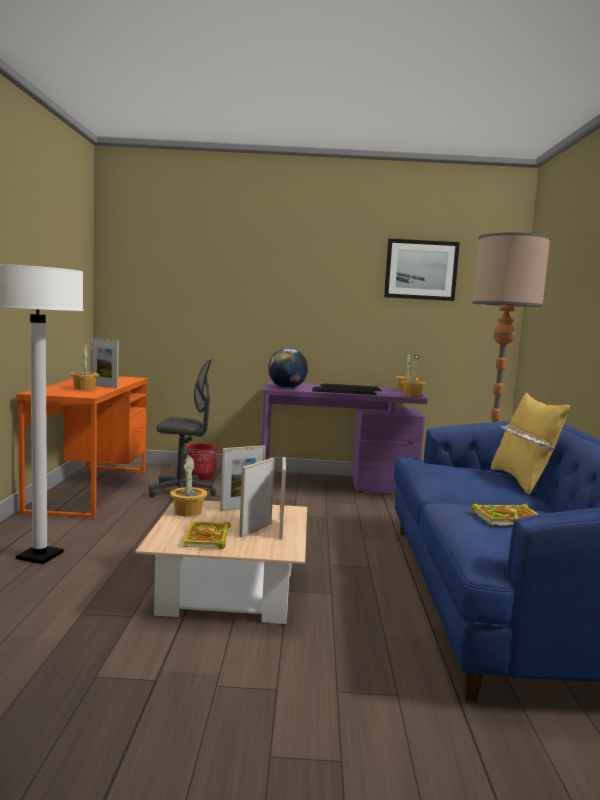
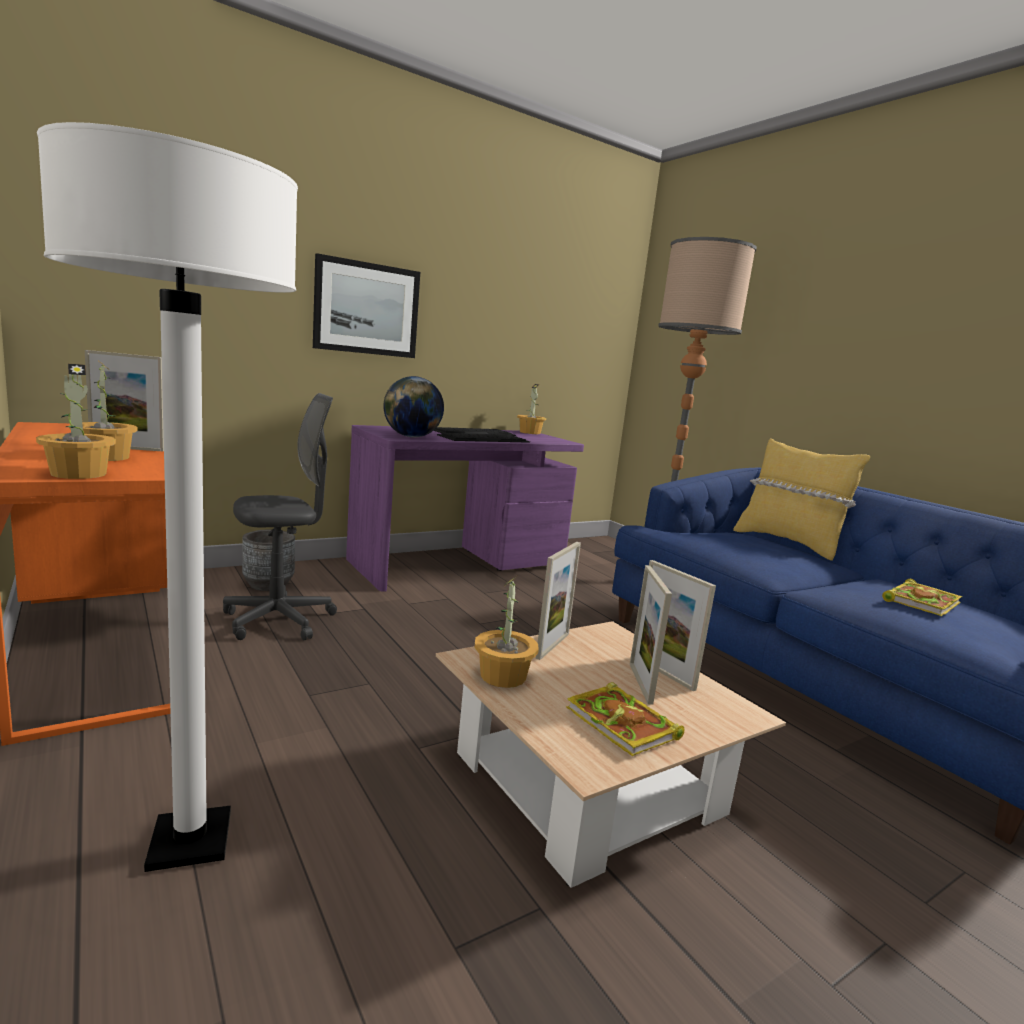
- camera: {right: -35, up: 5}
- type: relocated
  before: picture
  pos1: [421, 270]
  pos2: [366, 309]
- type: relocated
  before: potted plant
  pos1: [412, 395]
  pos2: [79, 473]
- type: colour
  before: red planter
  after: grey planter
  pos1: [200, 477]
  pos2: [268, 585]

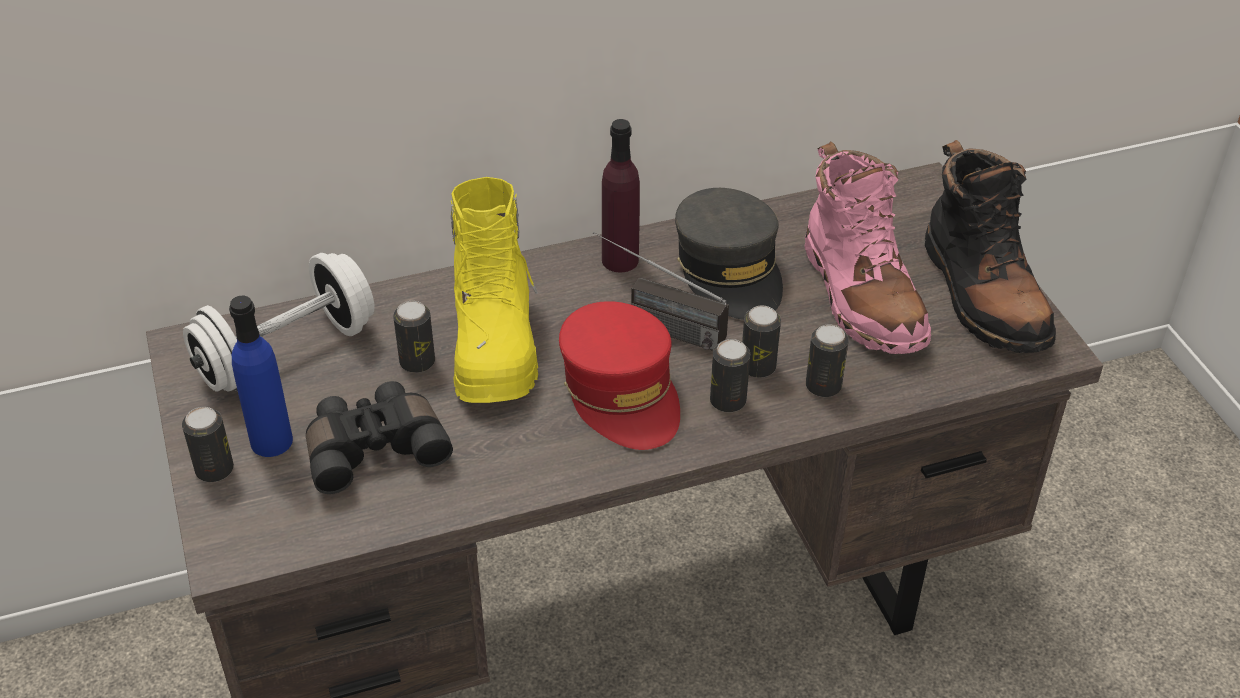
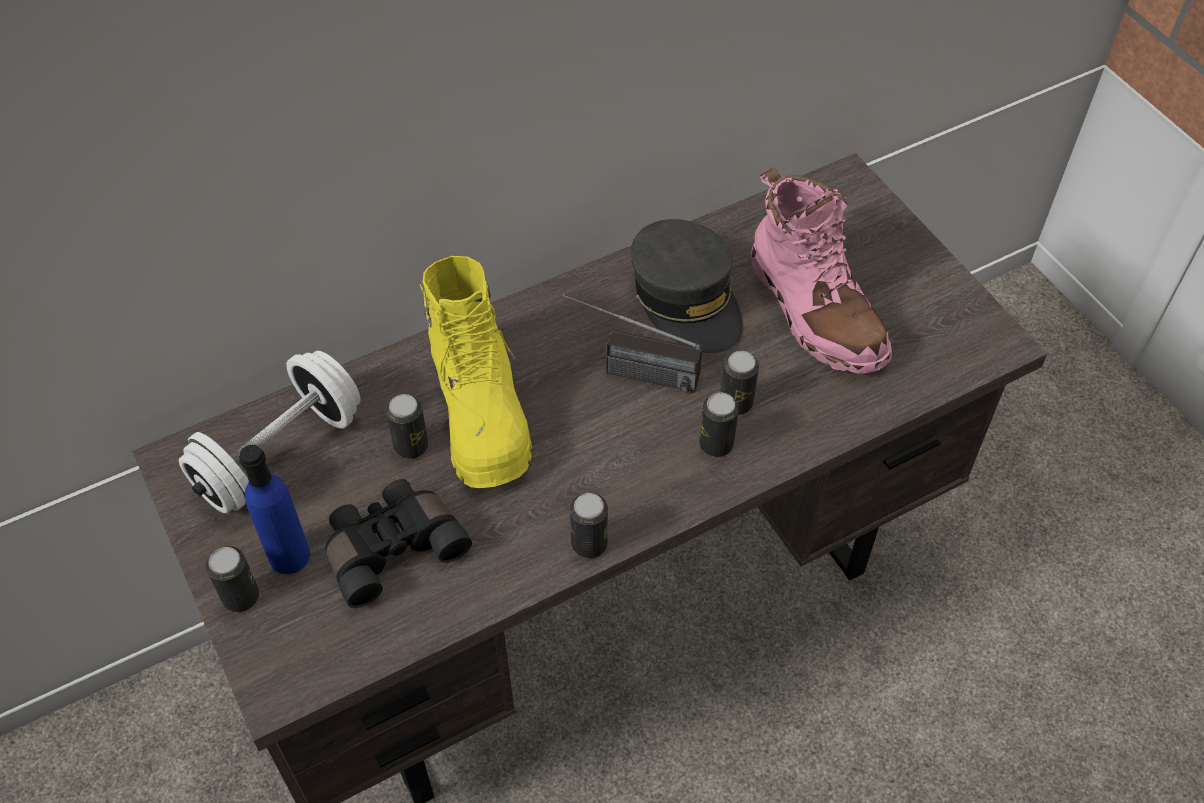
- camera: {right: -10, up: 10}
- type: missing
  before: red cap
  pos1: [622, 391]
- type: missing
  before: purple bottle
  pos1: [620, 260]
- type: missing
  before: black boot
  pos1: [982, 294]
- type: relocated
  before: can
  pos1: [823, 386]
  pos2: [589, 543]

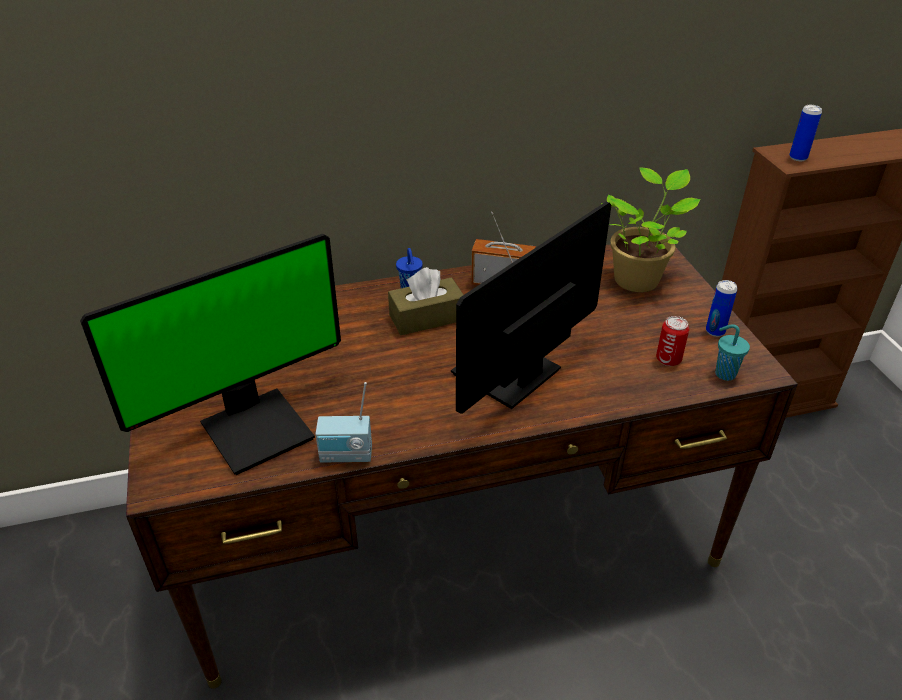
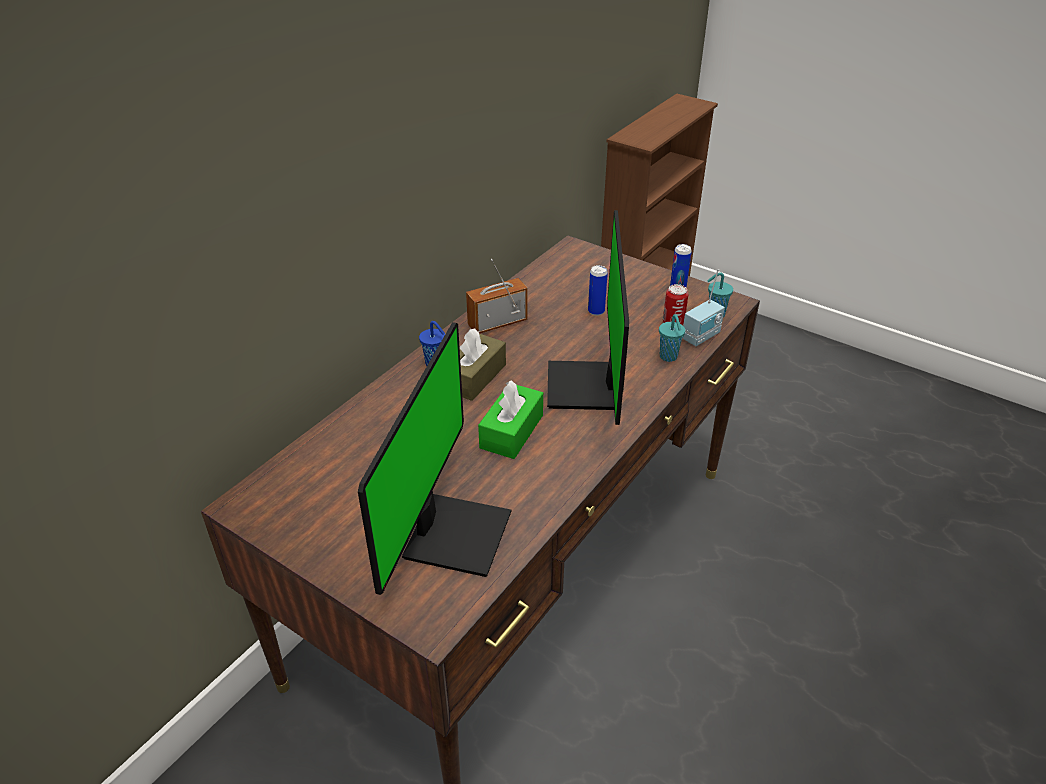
- camera: {right: -40, up: 0}
- type: missing
  before: potted plant
  pos1: [638, 278]
- type: appeared
  after: green tissue box
  pos2: [511, 431]
- type: appeared
  after: turquoise cup
  pos2: [669, 357]
- type: relocated
  before: radio
  pos1: [346, 456]
  pos2: [702, 337]
- type: relocated
  before: can
  pos1: [798, 158]
  pos2: [596, 311]

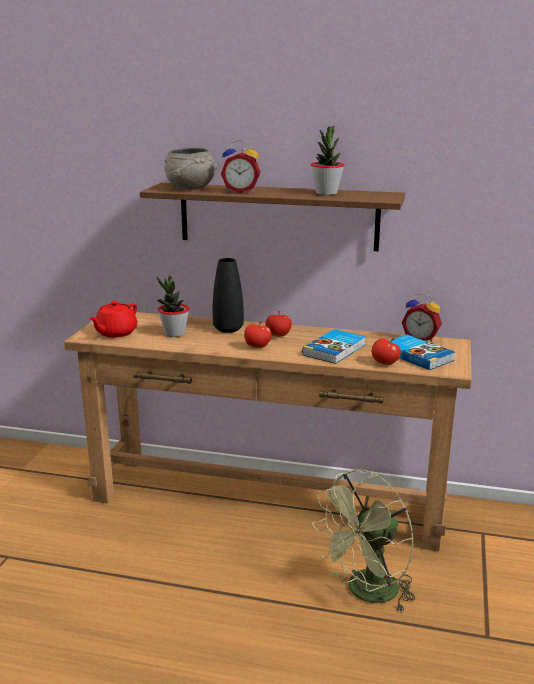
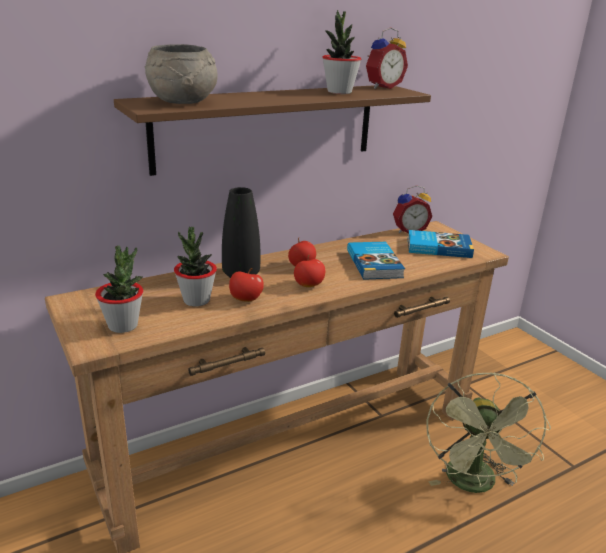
- camera: {right: -45, up: 5}
- type: relocated
  before: alarm clock
  pos1: [241, 191]
  pos2: [382, 87]
- type: relocated
  before: apple
  pos1: [385, 363]
  pos2: [245, 299]
- type: exchanged
  before: red teapot
  after: potted plant
  pos1: [115, 333]
  pos2: [123, 325]

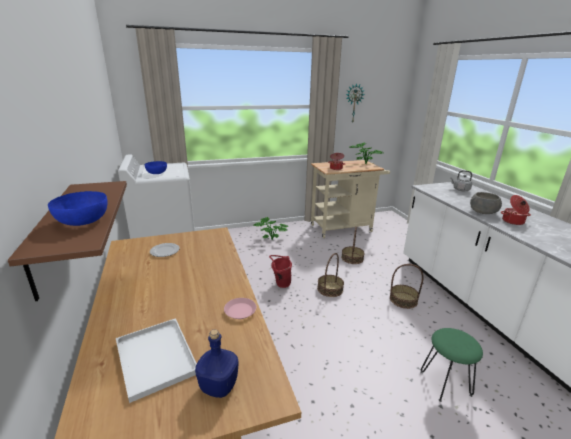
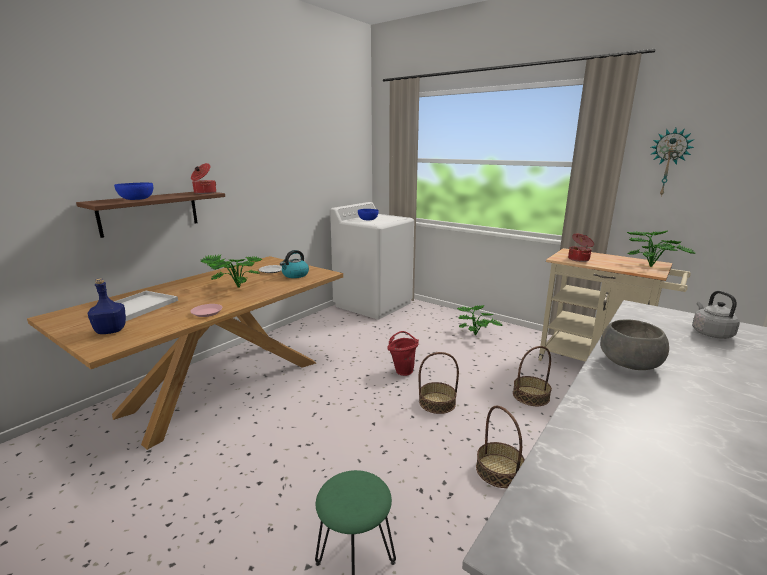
- camera: {right: 55, up: -5}
- type: appeared
  after: potted plant
  pos2: [234, 288]
- type: appeared
  after: kettle
  pos2: [295, 275]
- type: relocated
  before: cooking pot
  pos1: [513, 221]
  pos2: [204, 193]

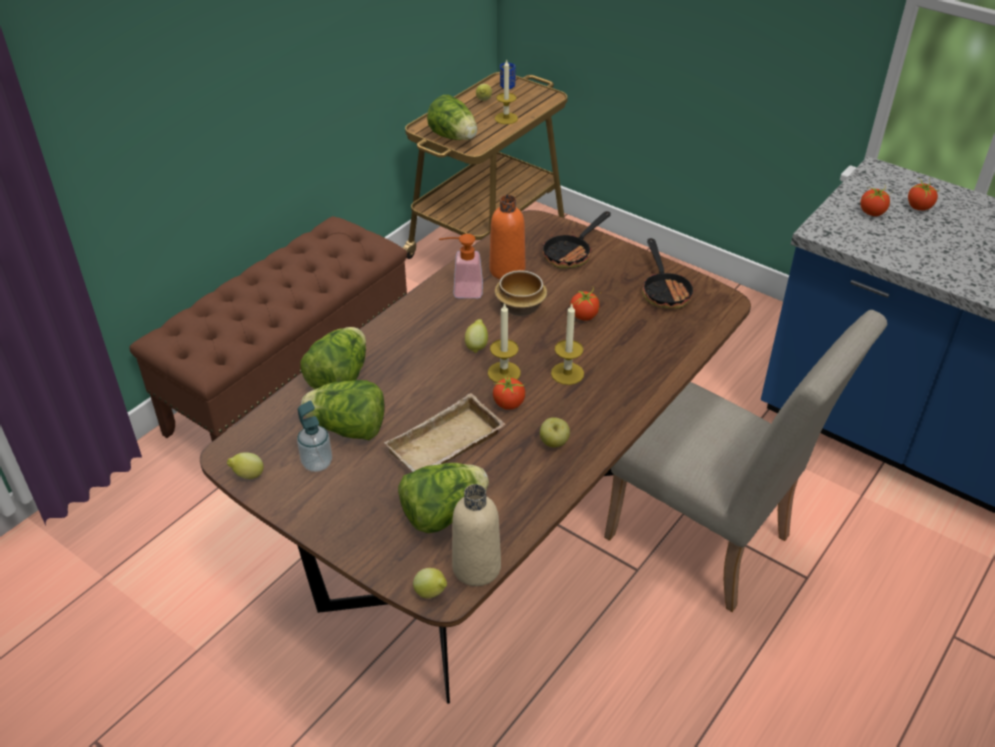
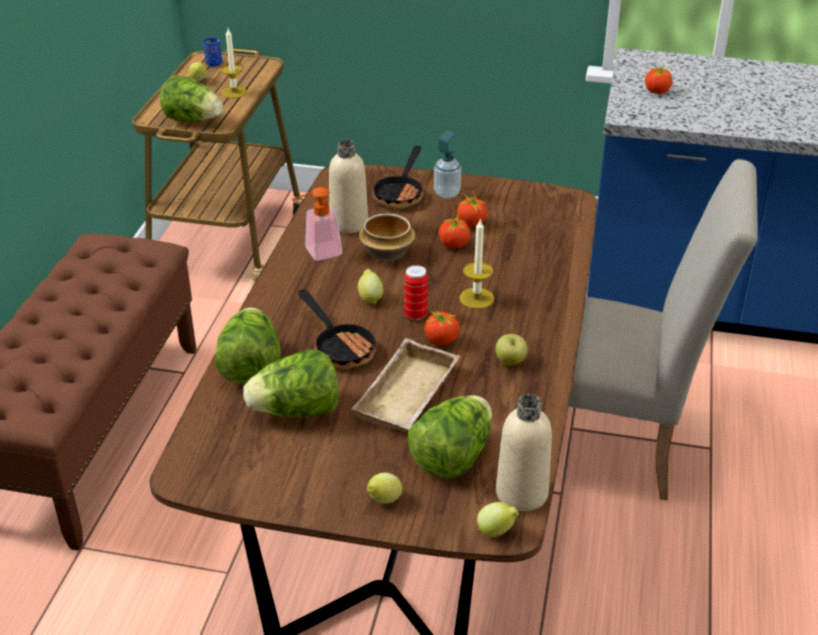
- camera: {right: -25, up: -5}
- type: relocated
  before: lemon
  pos1: [248, 476]
  pos2: [383, 501]
- type: relocated
  before: soap dispenser
  pos1: [317, 463]
  pos2: [447, 193]
- type: relocated
  before: frying pan
  pos1: [665, 291]
  pos2: [340, 347]
- type: relocated
  before: tomato
  pos1: [919, 207]
  pos2: [471, 223]
- type: exchanged
  before: candle
  after: can
  pos1: [504, 373]
  pos2: [415, 314]
- type: colour
  before: orange bottle
  after: beige bottle
  pos1: [507, 270]
  pos2: [349, 223]

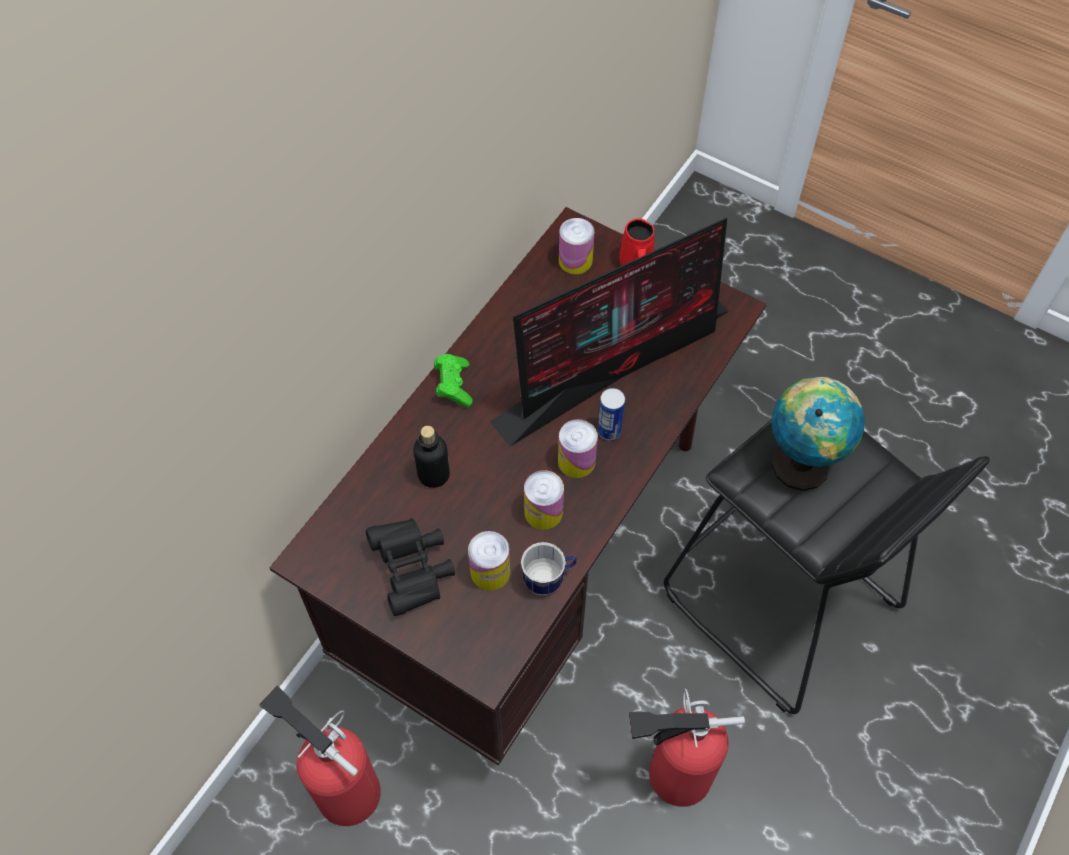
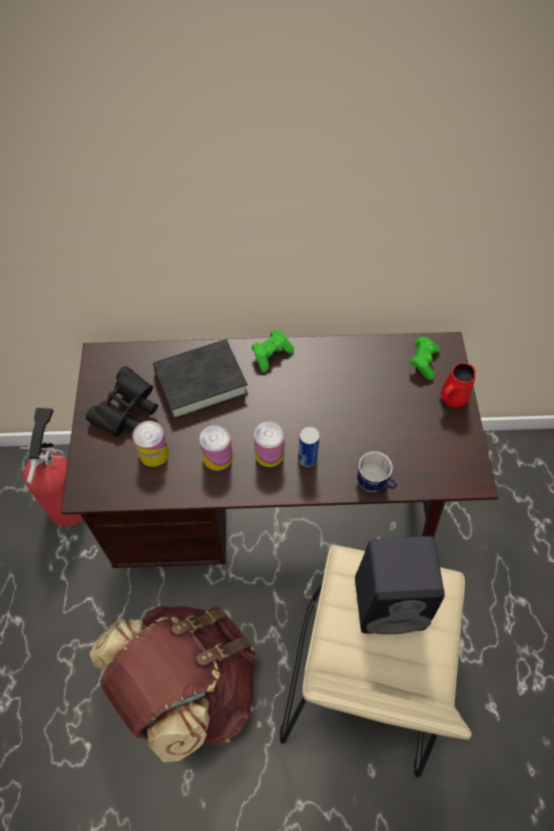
- camera: {right: 55, up: 0}
- type: missing
  before: monitor
  pos1: [616, 363]
- type: relocated
  before: mug
  pos1: [549, 579]
  pos2: [375, 484]
- type: exchanged
  before: bottle
  after: black book
  pos1: [433, 474]
  pos2: [201, 383]
- type: exchanged
  before: can
  after: green game controller
  pos1: [575, 261]
  pos2: [423, 362]
- type: exchanged
  before: fire extinguisher
  after: brown backpack
  pos1: [672, 774]
  pos2: [189, 684]
- type: exchanged
  before: globe
  after: black speaker
  pos1: [801, 461]
  pos2: [391, 602]
- type: colour
  before: black stool
  after: beige stool
  pos1: [780, 602]
  pos2: [358, 684]

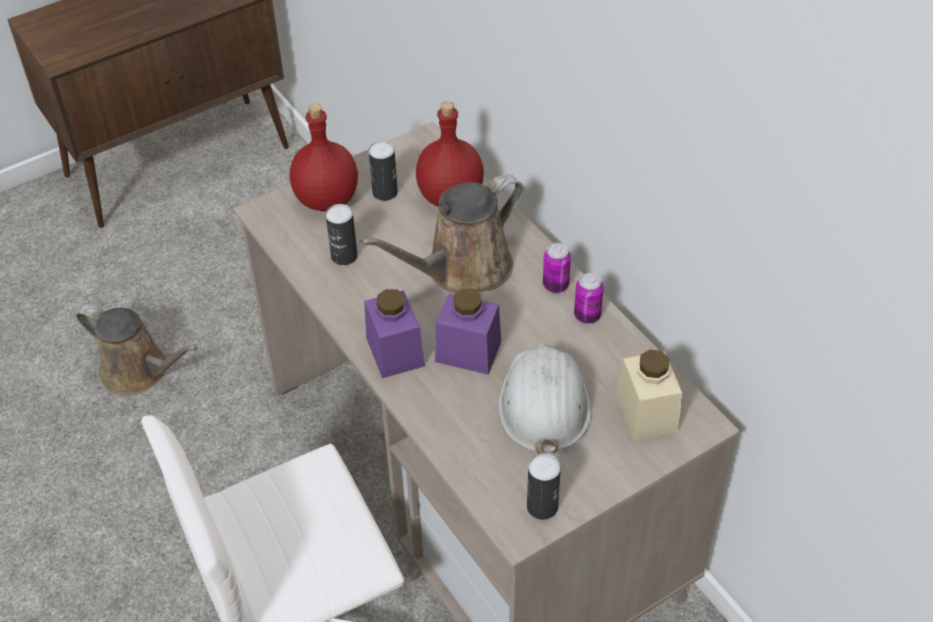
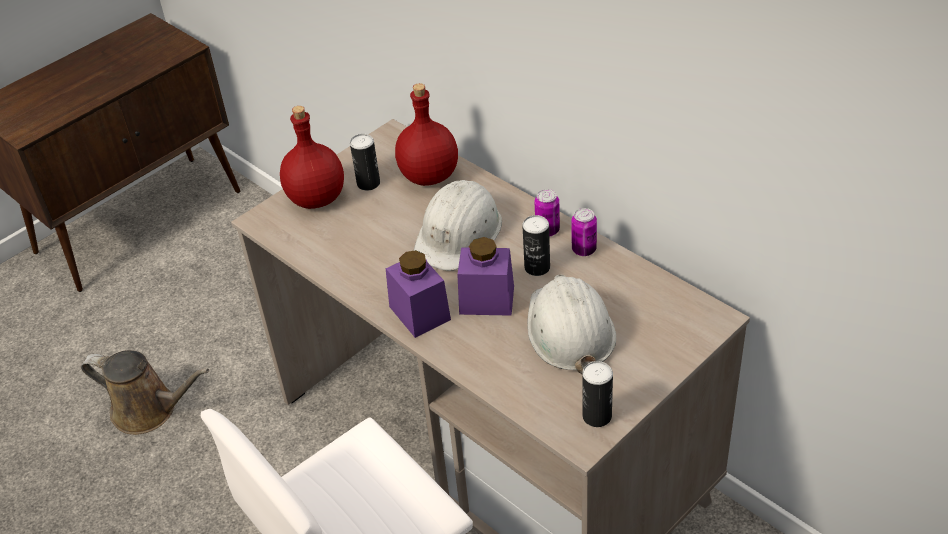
- camera: {right: -10, up: -5}
- type: missing
  before: beige jar
  pos1: [646, 413]
- type: relocated
  before: can
  pos1: [344, 256]
  pos2: [537, 267]
- type: exchanged
  before: brown watering can
  after: white hard hat
  pos1: [462, 270]
  pos2: [459, 233]

